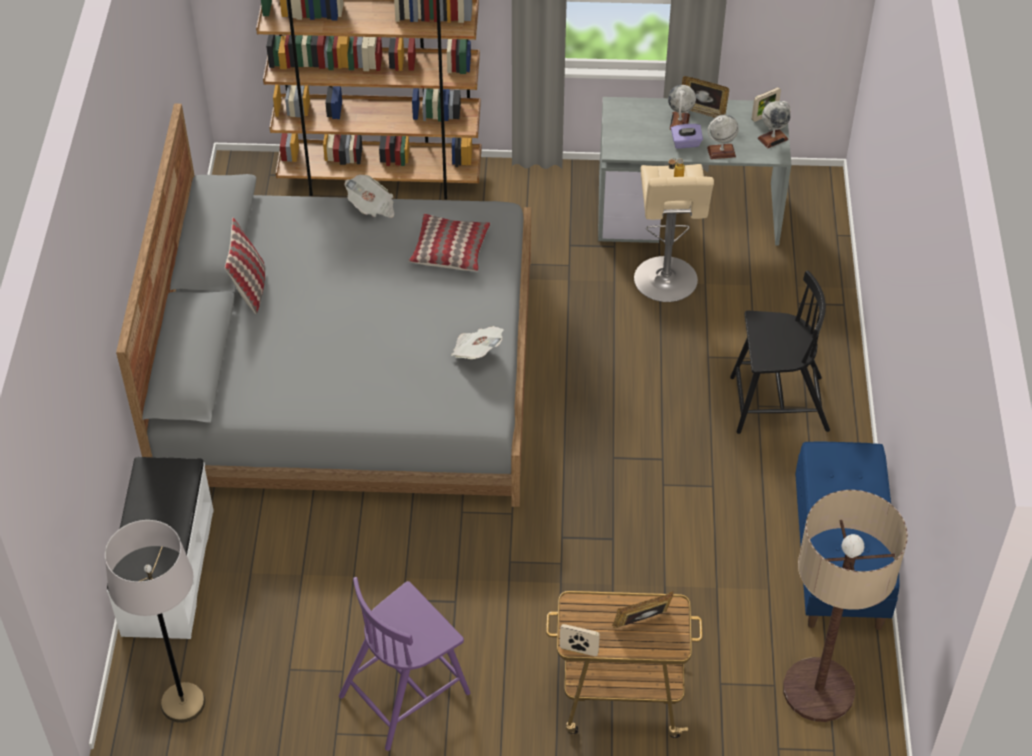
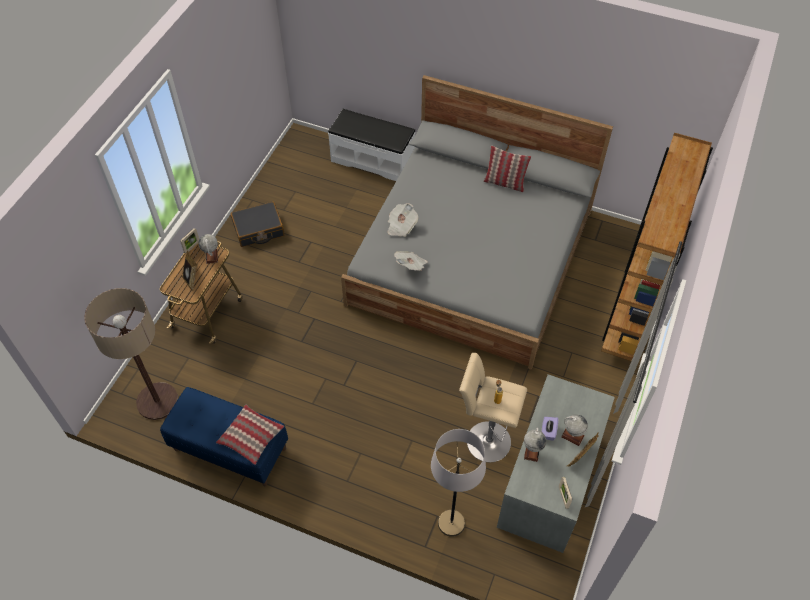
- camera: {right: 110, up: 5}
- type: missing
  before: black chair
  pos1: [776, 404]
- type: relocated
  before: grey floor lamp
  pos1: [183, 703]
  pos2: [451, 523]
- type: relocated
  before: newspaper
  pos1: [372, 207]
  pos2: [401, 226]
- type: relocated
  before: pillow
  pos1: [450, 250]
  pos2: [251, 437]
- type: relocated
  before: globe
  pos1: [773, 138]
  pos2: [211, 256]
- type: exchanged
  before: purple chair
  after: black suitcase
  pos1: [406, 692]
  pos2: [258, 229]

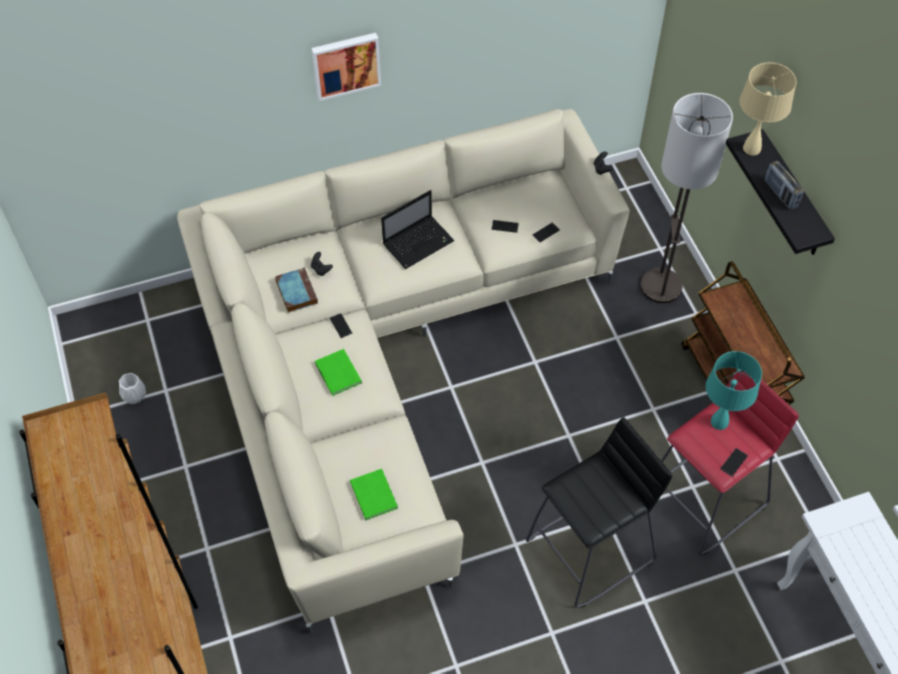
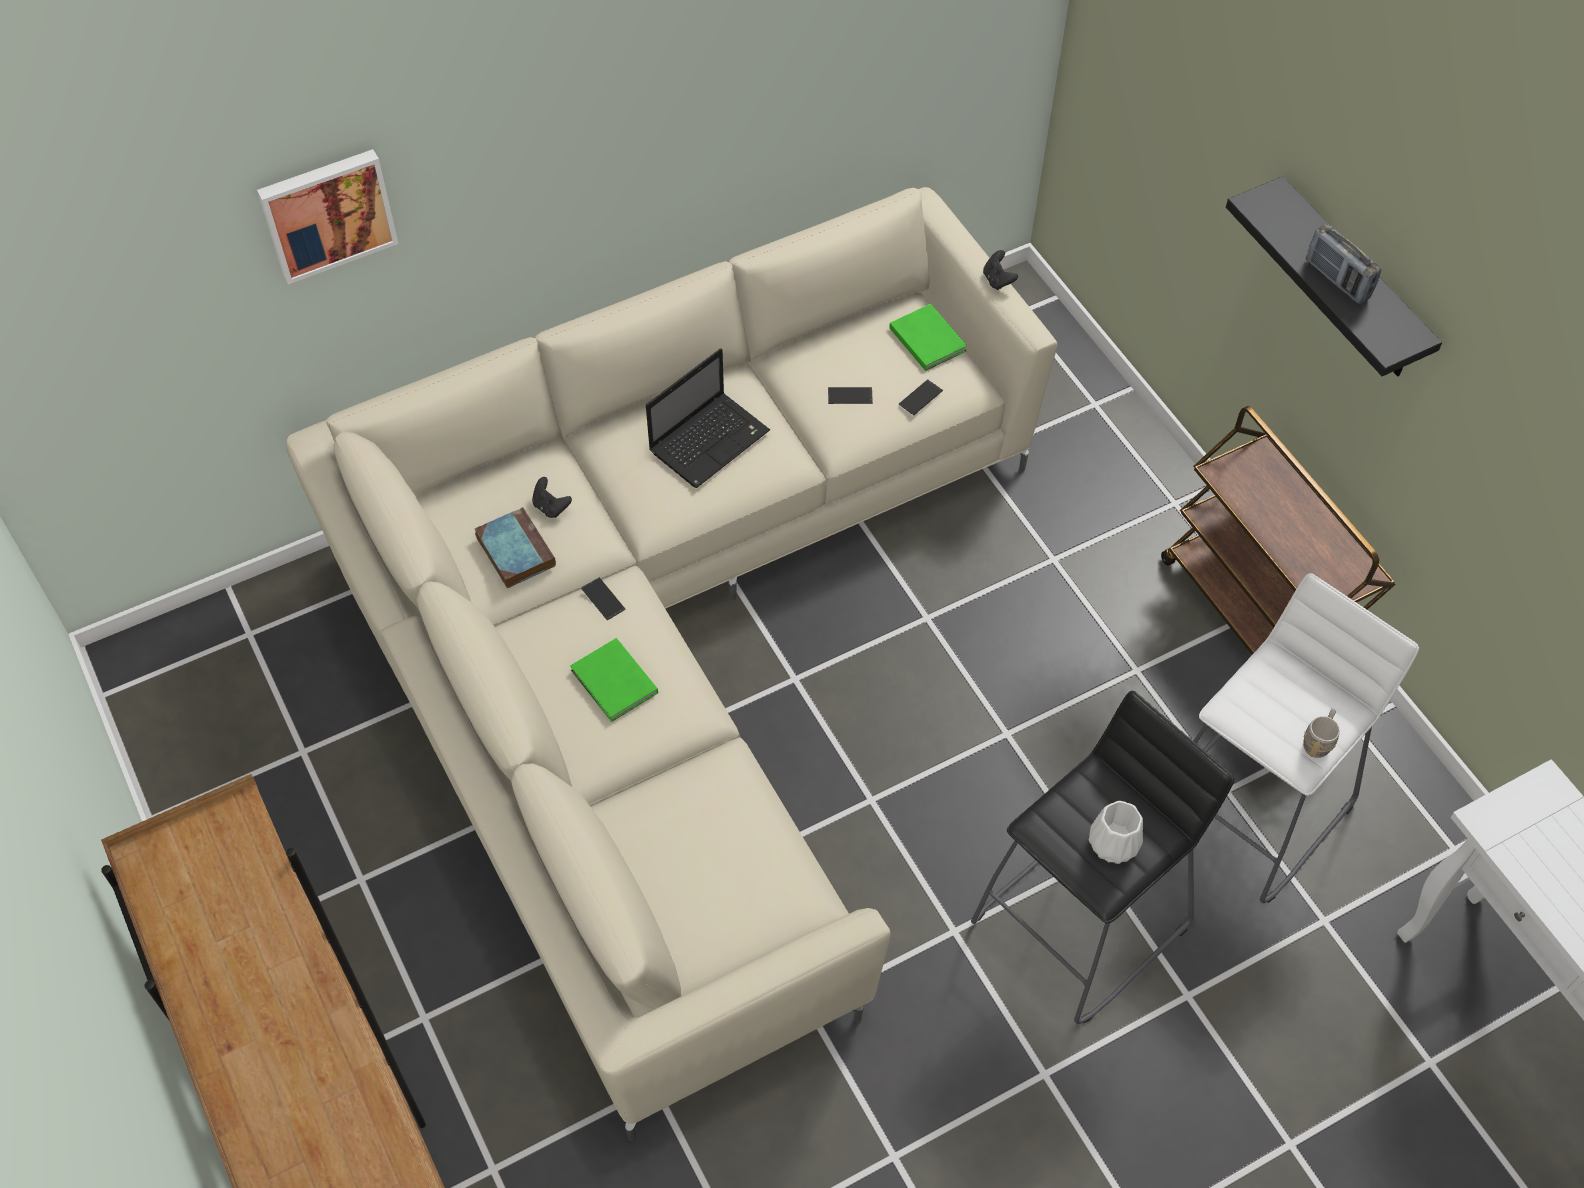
- camera: {right: -10, up: 0}
- type: missing
  before: floor lamp
  pos1: [661, 286]
- type: missing
  before: turquoise table lamp
  pos1: [719, 422]
- type: missing
  before: beige table lamp
  pos1: [752, 148]
- type: relocated
  before: white vase
  pos1: [135, 394]
  pos2: [1113, 842]
- type: relocated
  before: picture
  pos1: [346, 64]
  pos2: [327, 213]
- type: relocated
  before: green book
  pos1: [374, 494]
  pos2: [927, 338]
- type: exchanged
  before: phone
  after: grey mug
  pos1: [733, 462]
  pos2: [1318, 741]
- type: colour
  before: red stool
  after: white stool
  pos1: [705, 499]
  pos2: [1252, 808]

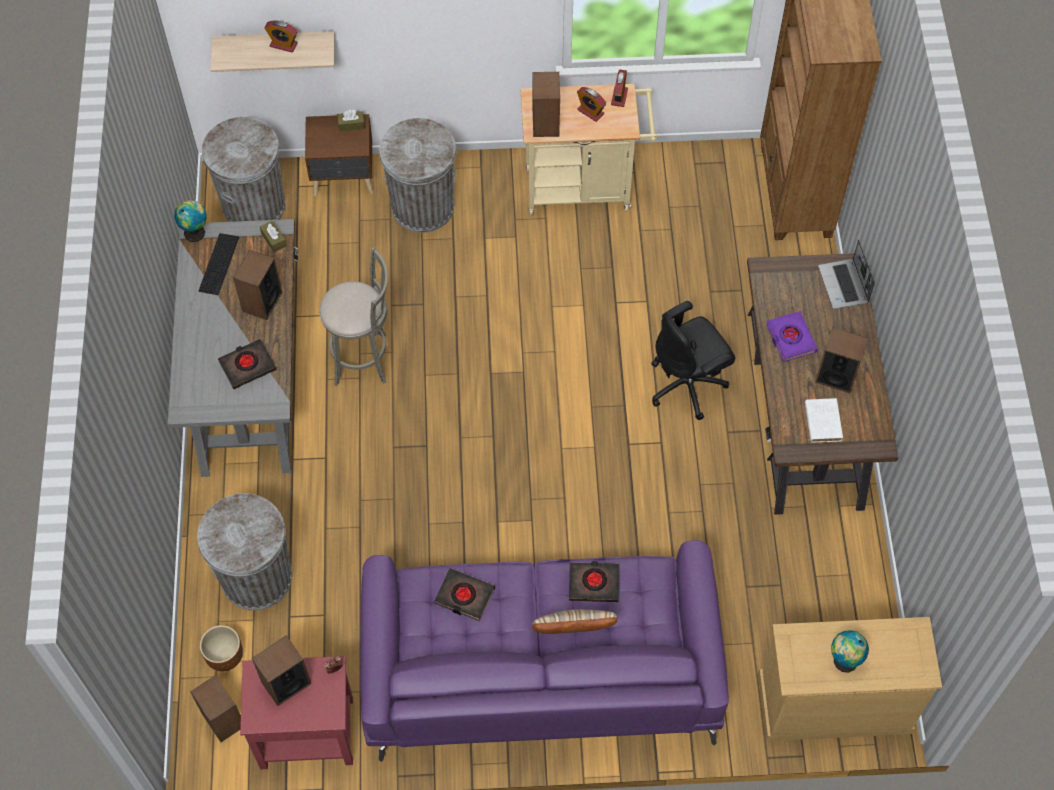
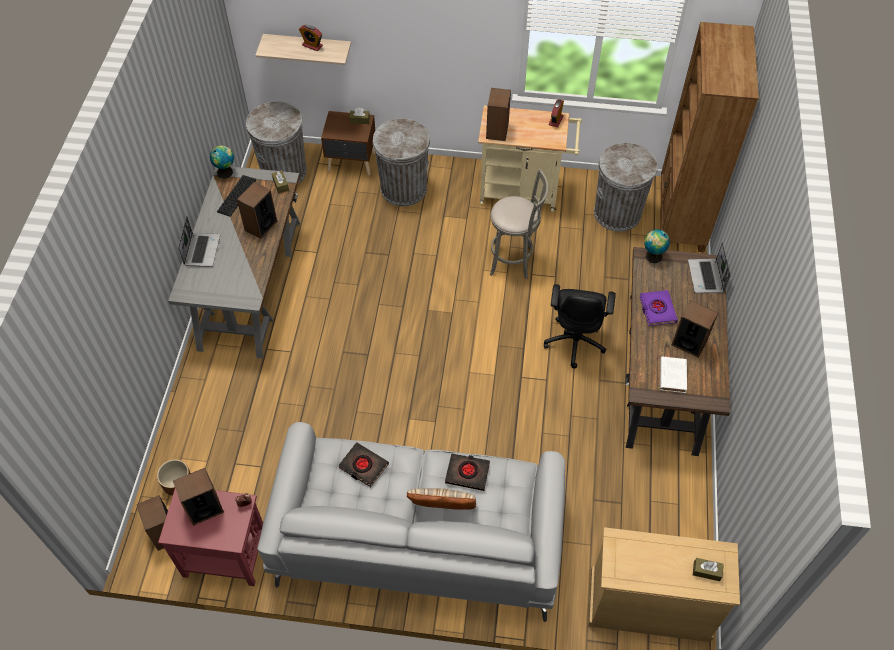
- camera: {right: 10, up: -5}
- type: missing
  before: black book
  pos1: [247, 366]
- type: missing
  before: alarm clock
  pos1: [590, 112]
- type: appeared
  after: laptop
  pos2: [201, 250]
- type: appeared
  after: brown tissue box
  pos2: [706, 571]
- type: relocated
  before: grey trash can
  pos1: [256, 577]
  pos2: [617, 213]
- type: relocated
  before: grey stool
  pos1: [364, 359]
  pos2: [513, 261]
- type: relocated
  before: globe
  pos1: [843, 661]
  pos2: [652, 256]
- type: colour
  before: purple sofa
  after: grey sofa
  pos1: [539, 667]
  pos2: [417, 535]
- type: spun
  before: black office chair
  pos1: [688, 385]
  pos2: [575, 341]
  turn: -60

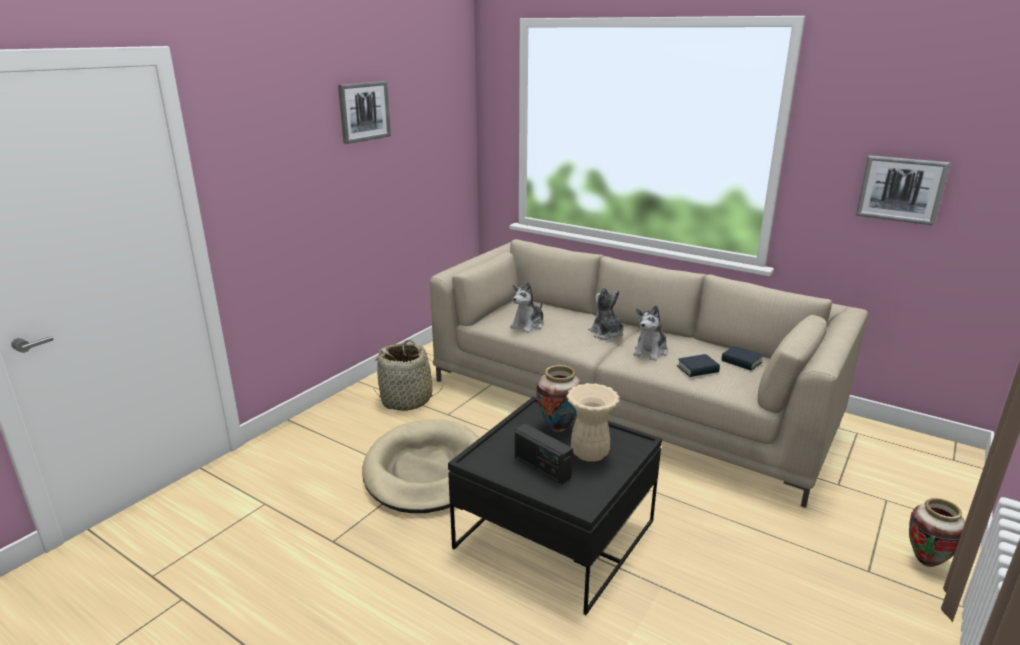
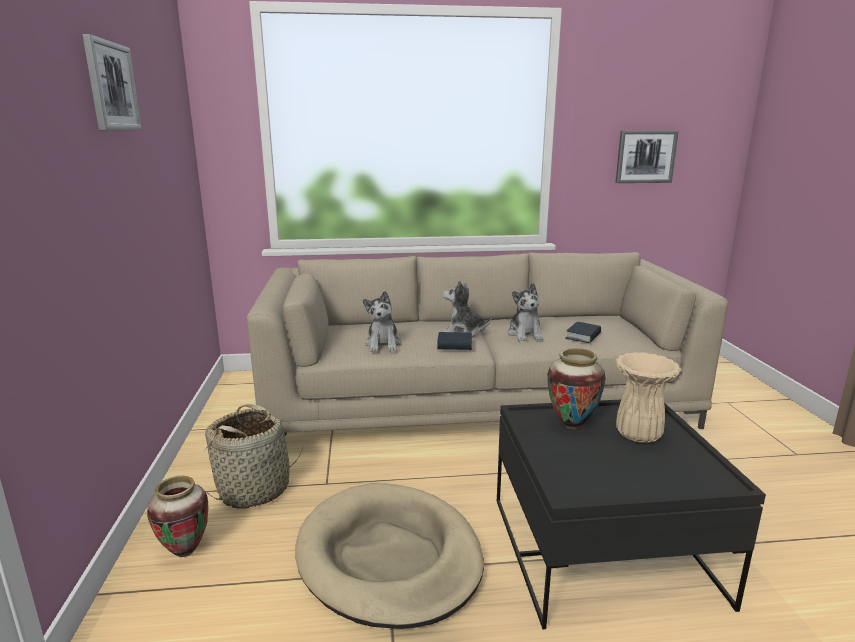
- camera: {right: -40, up: -5}
- type: missing
  before: radio
  pos1: [542, 467]
- type: relocated
  before: book
  pos1: [741, 362]
  pos2: [454, 345]
- type: relocated
  before: vase
  pos1: [926, 561]
  pos2: [185, 550]

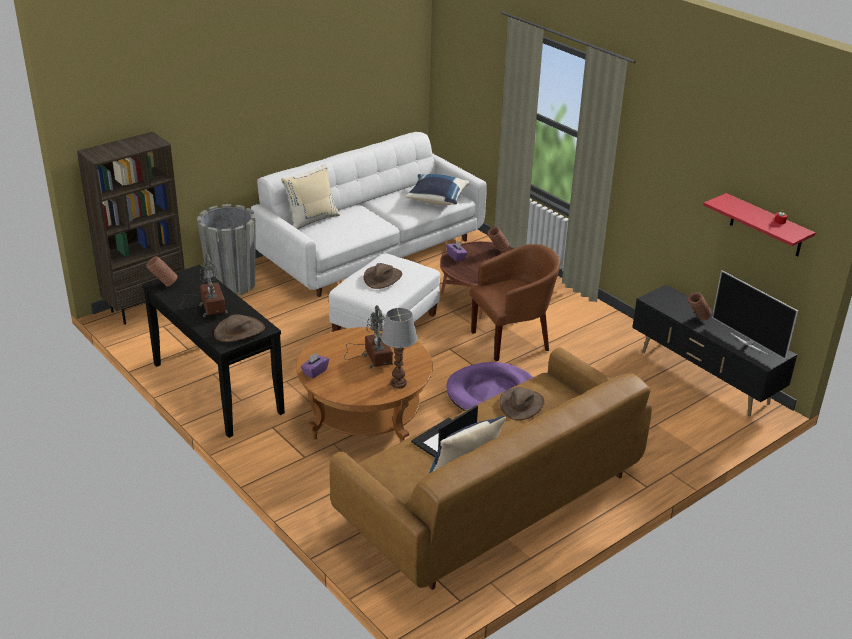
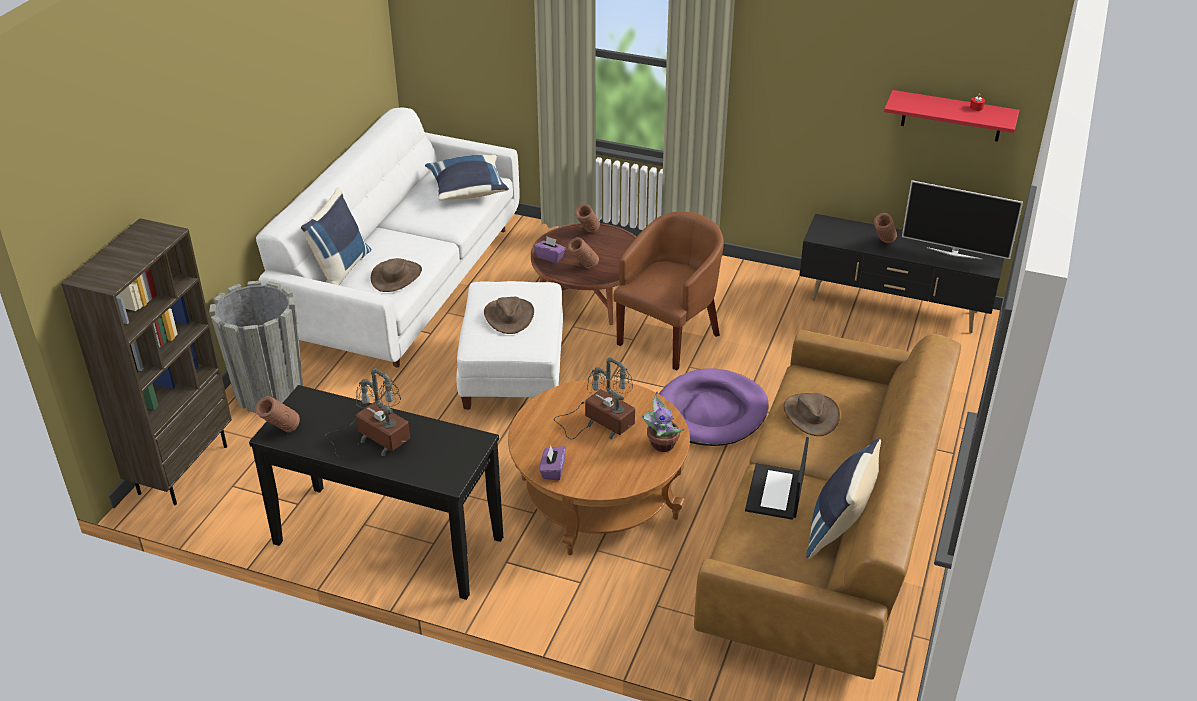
- camera: {right: -30, up: 5}
- type: appeared
  after: brown vase
  pos2: [583, 268]
- type: relocated
  before: brown hat
  pos1: [239, 331]
  pos2: [397, 276]
- type: exchanged
  before: table lamp
  after: potted plant
  pos1: [398, 383]
  pos2: [661, 444]
- type: colour
  before: beige pillow
  after: blue pillow
  pos1: [311, 220]
  pos2: [341, 268]

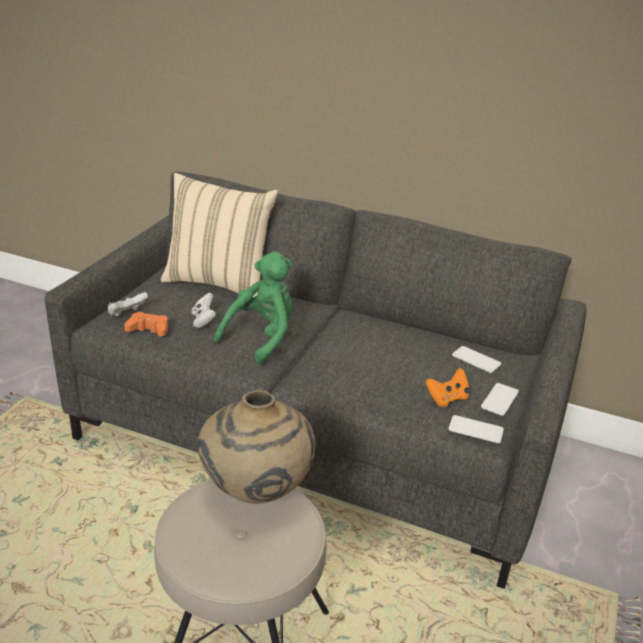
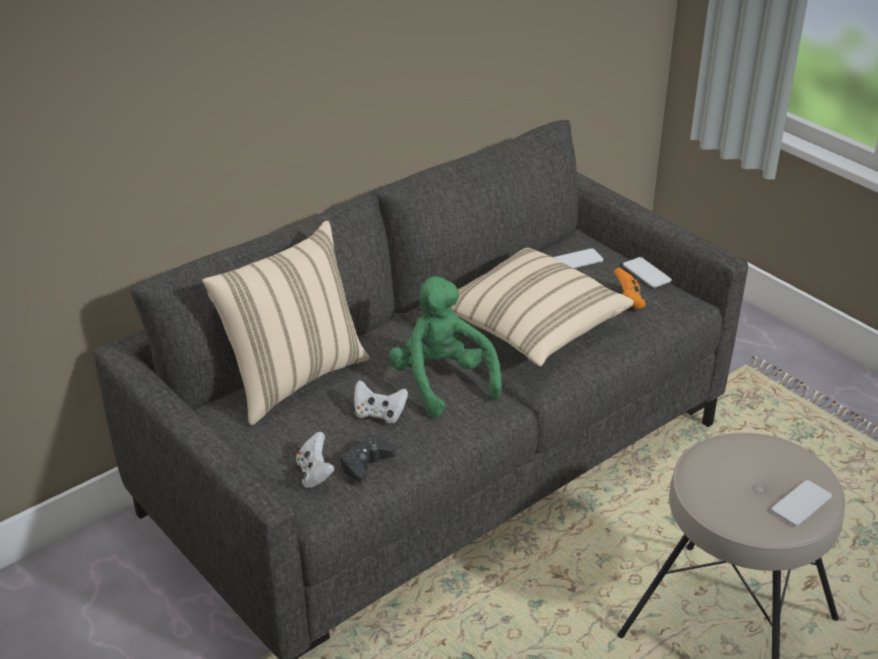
- camera: {right: -60, up: 5}
- type: missing
  before: beige vase
  pos1: [255, 494]
- type: appeared
  after: beige pillow
  pos2: [531, 328]
- type: relocated
  before: phone
  pos1: [475, 430]
  pos2: [801, 504]
- type: colour
  before: orange game controller
  after: black game controller
  pos1: [148, 329]
  pos2: [366, 463]

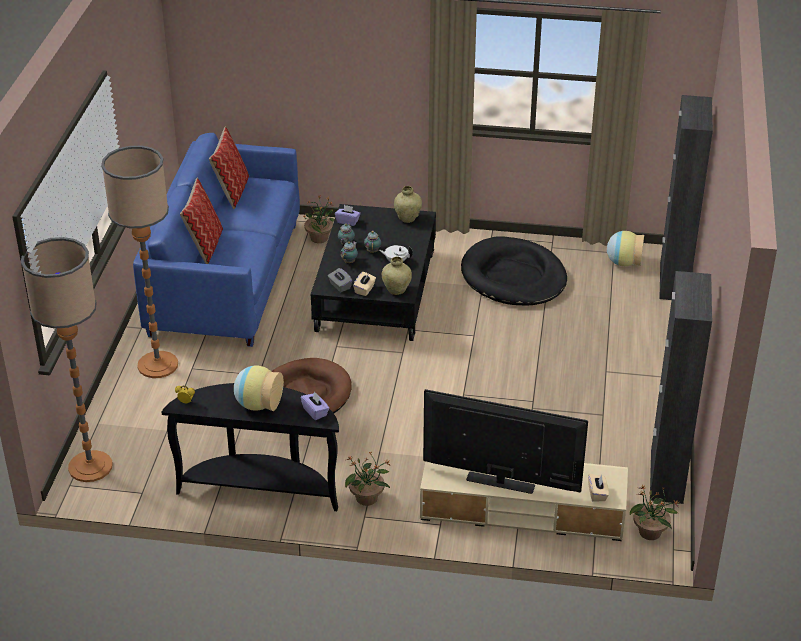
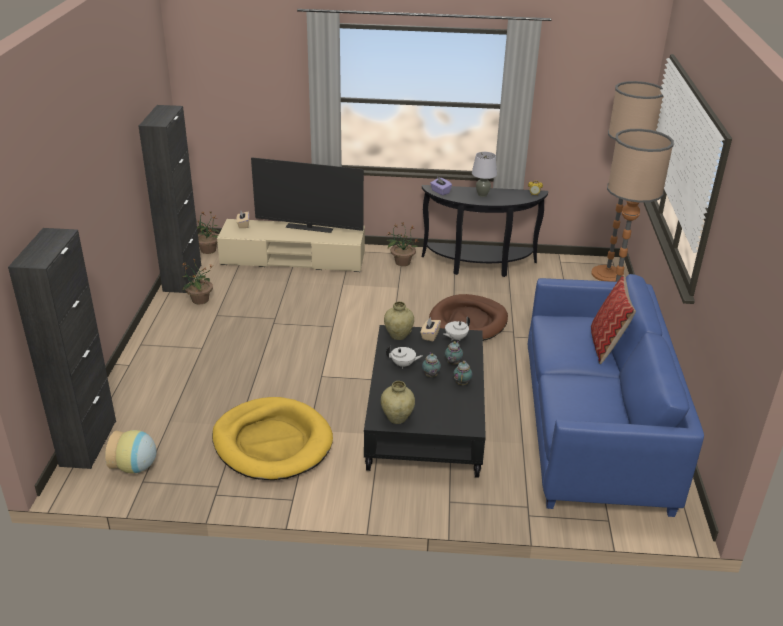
- camera: {right: 175, up: -5}
- type: missing
  before: pillow
  pos1: [231, 192]
- type: missing
  before: purple tissue box
  pos1: [348, 221]
- type: relocated
  before: potted plant
  pos1: [320, 238]
  pos2: [199, 300]
- type: exchanged
  before: vase
  after: grey table lamp
  pos1: [258, 404]
  pos2: [482, 194]
- type: exchanged
  before: grey tissue box
  after: white teapot
  pos1: [340, 286]
  pos2: [455, 338]
- type: colour
  before: black dog bed
  after: yellow dog bed
  pos1: [513, 277]
  pos2: [272, 443]

